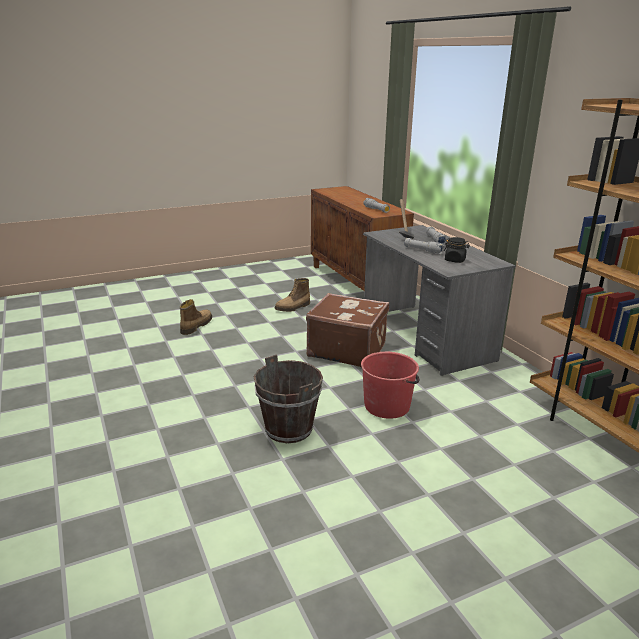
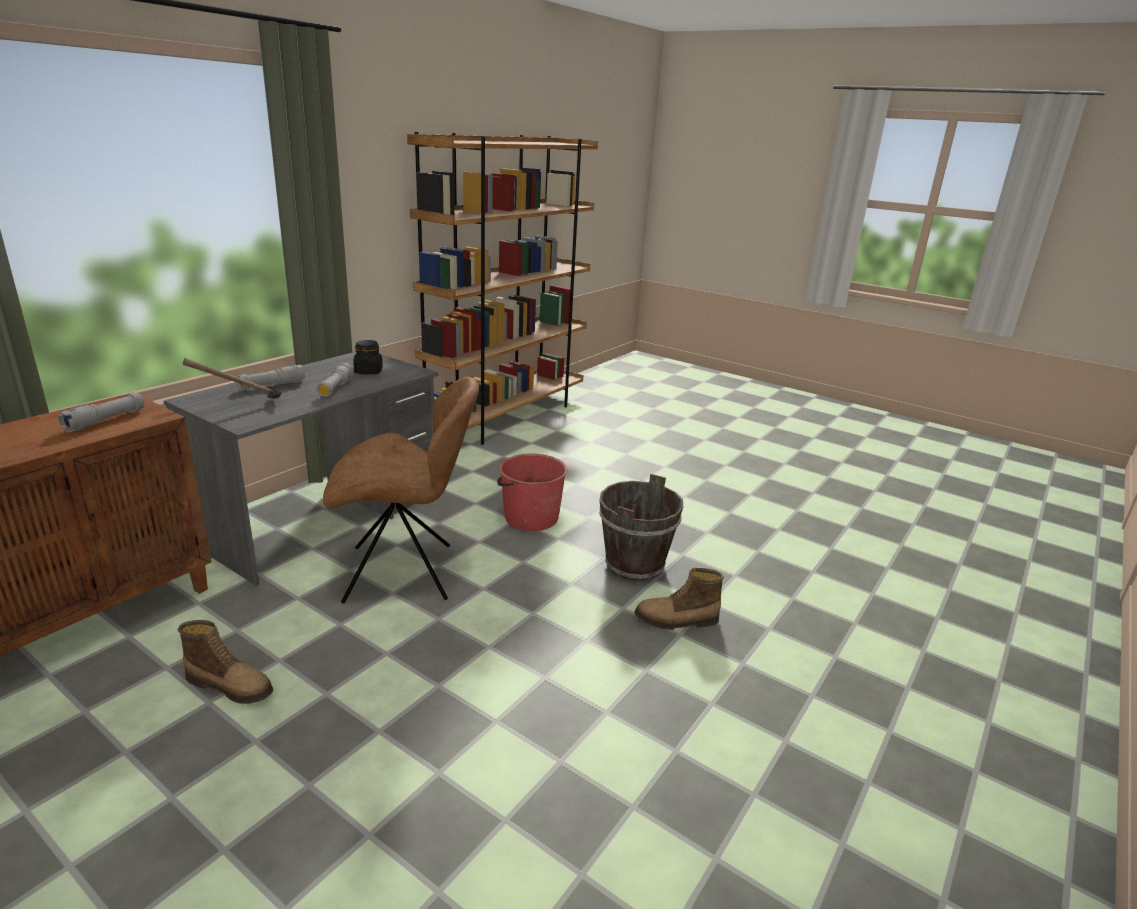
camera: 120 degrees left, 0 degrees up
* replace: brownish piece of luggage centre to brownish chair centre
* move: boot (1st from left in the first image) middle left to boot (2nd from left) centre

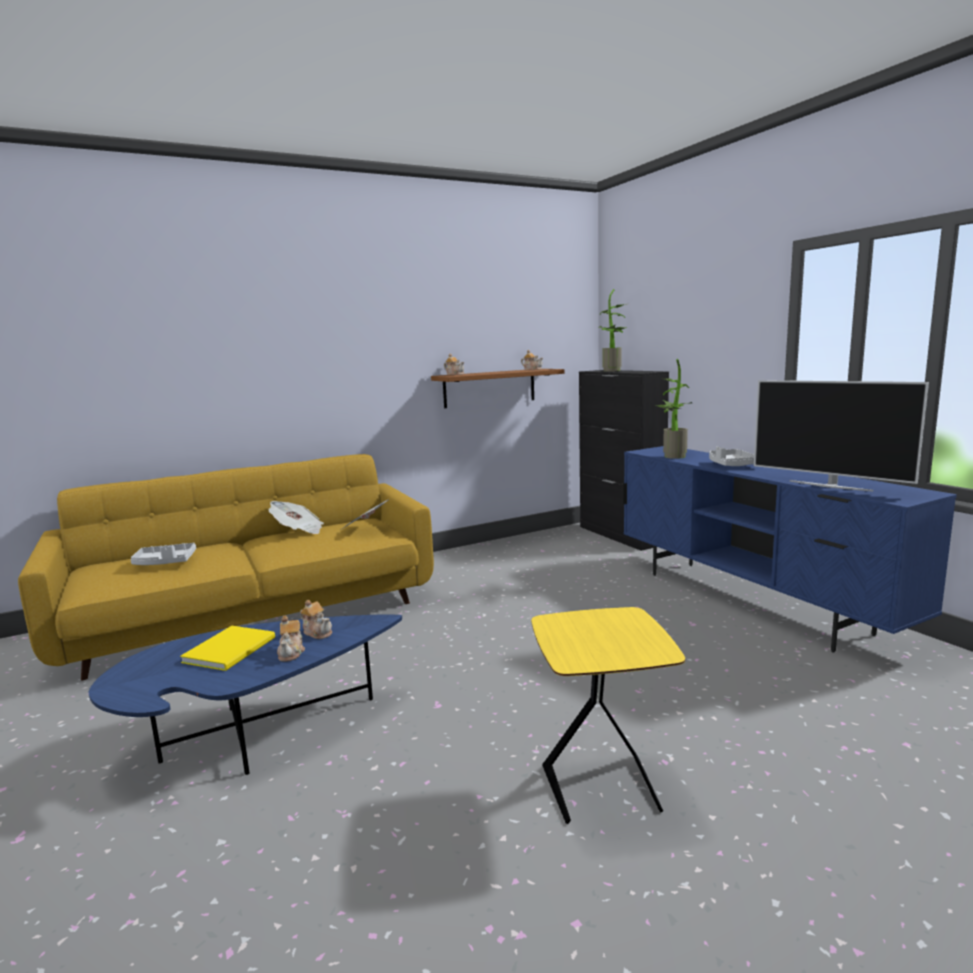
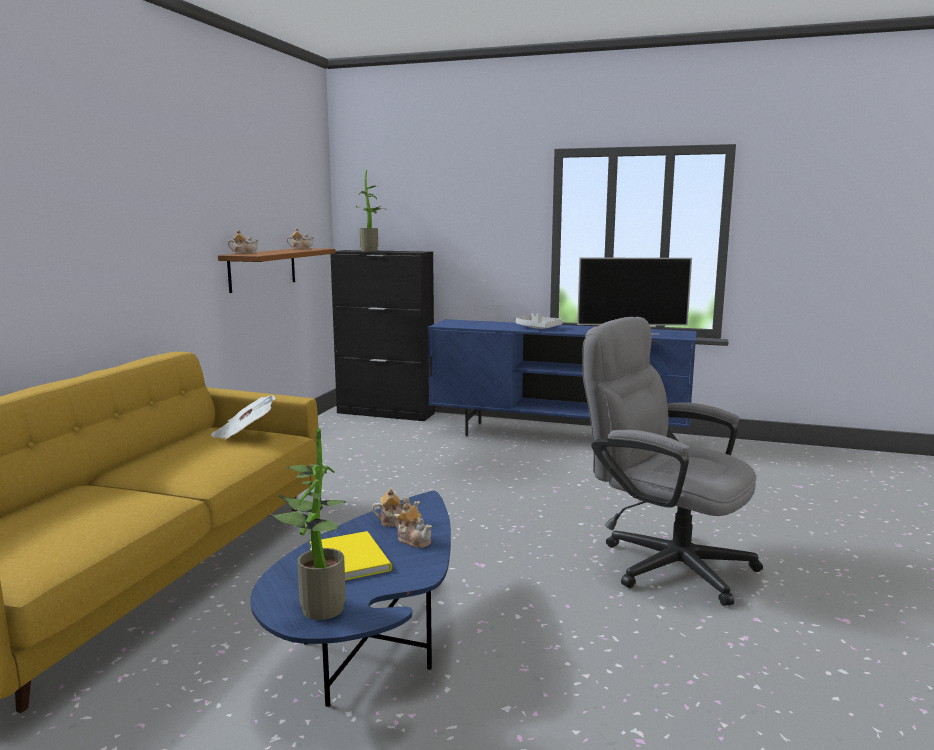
camera: 45 degrees left, 0 degrees up
* move: houseplant (2nd from left in the first image) middle right to houseplant (1st from left) bottom left
* replace: yellow-coloured end table bottom centre to greyish desk chair middle right
* delete: greyish carrying tray (1st from left) middle left
* delete: daily paper (1st from left) middle left

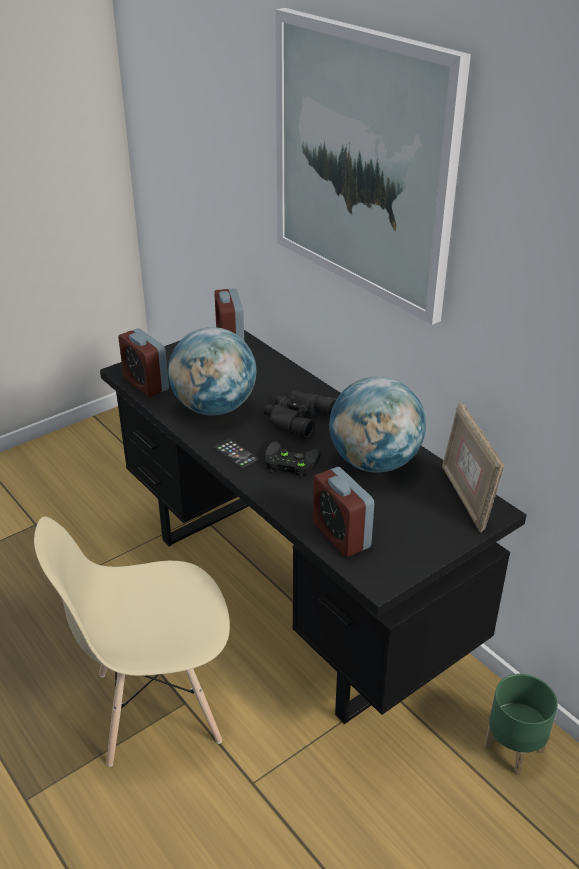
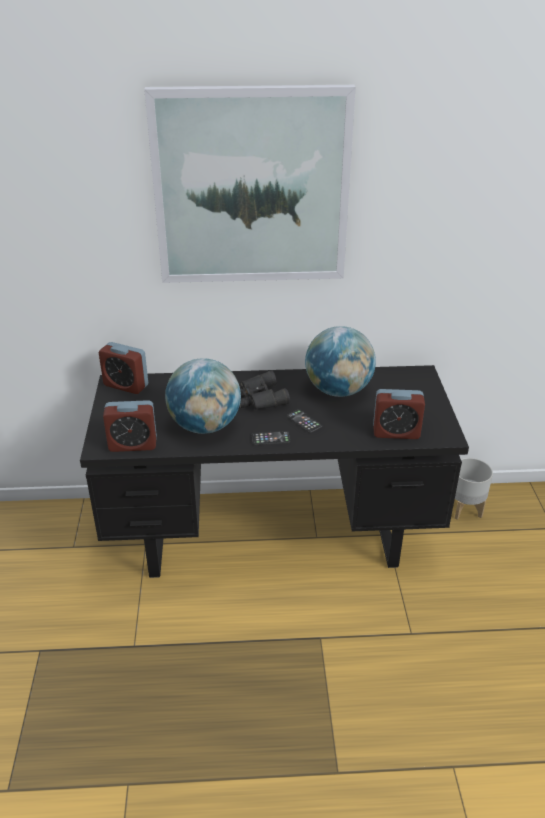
camera: 55 degrees left, 0 degrees up
* replace: blackish gamepad centre to handset (2nd from left) centre
* recolor: green-coloured flower pot bottom right to greyish flower pot middle right
* delete: beige-coloured chair bottom left
* delete: photo frame middle right

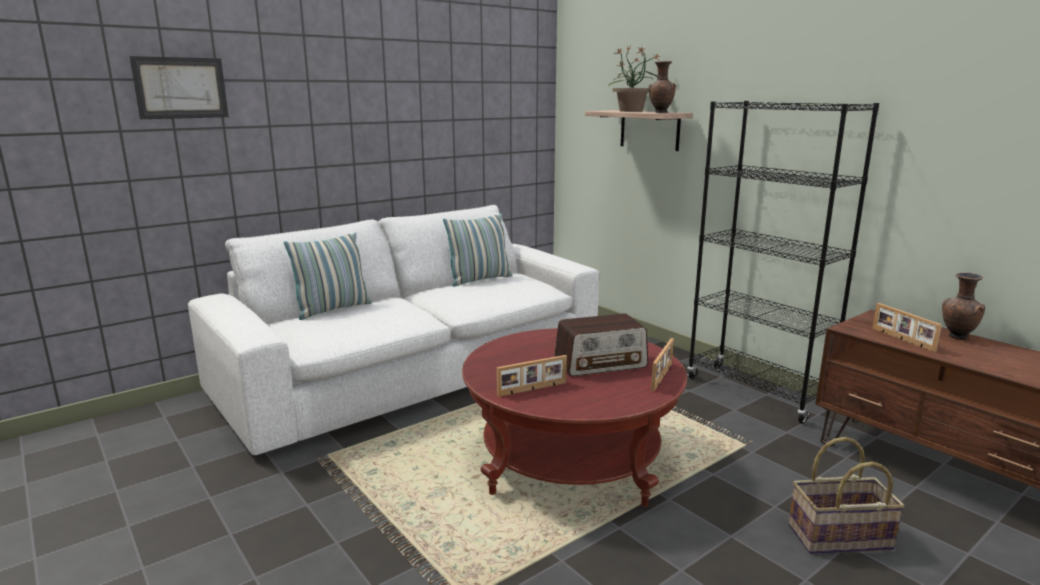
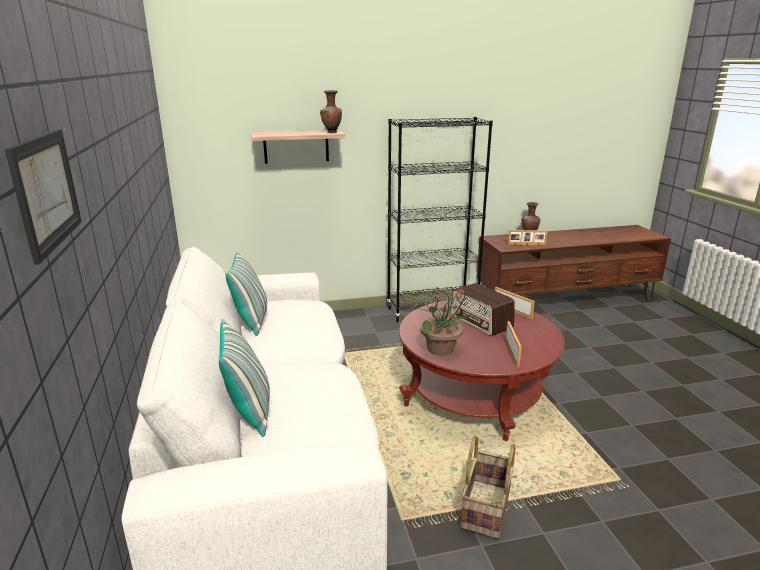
camera: 65 degrees left, 5 degrees up
* move: houseplant top centre to centre
* rotate: radio set centre = centre 135 degrees clockwise
* move: storage basket bottom right to bottom centre

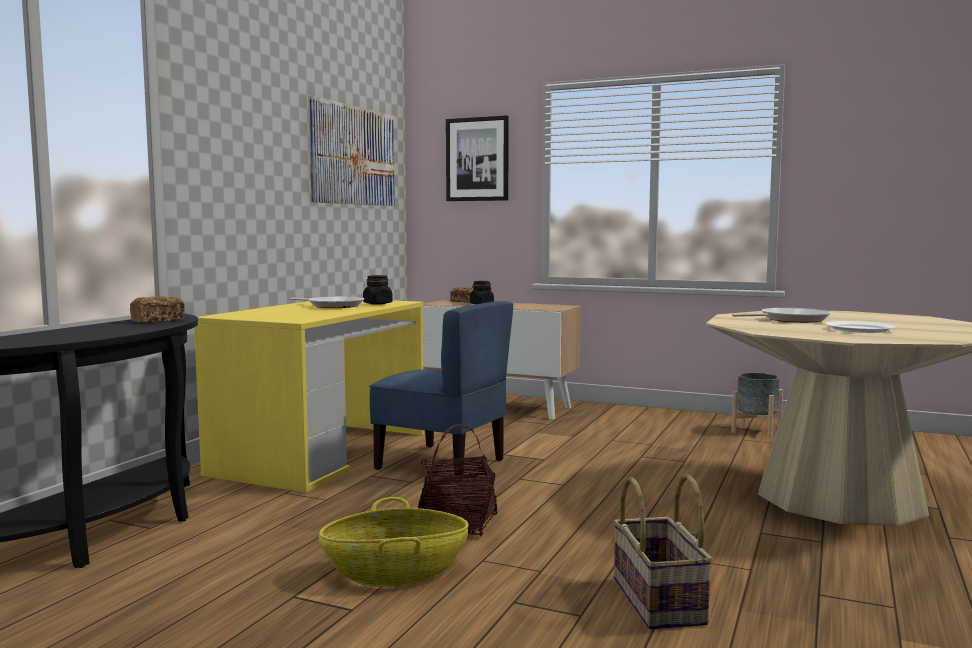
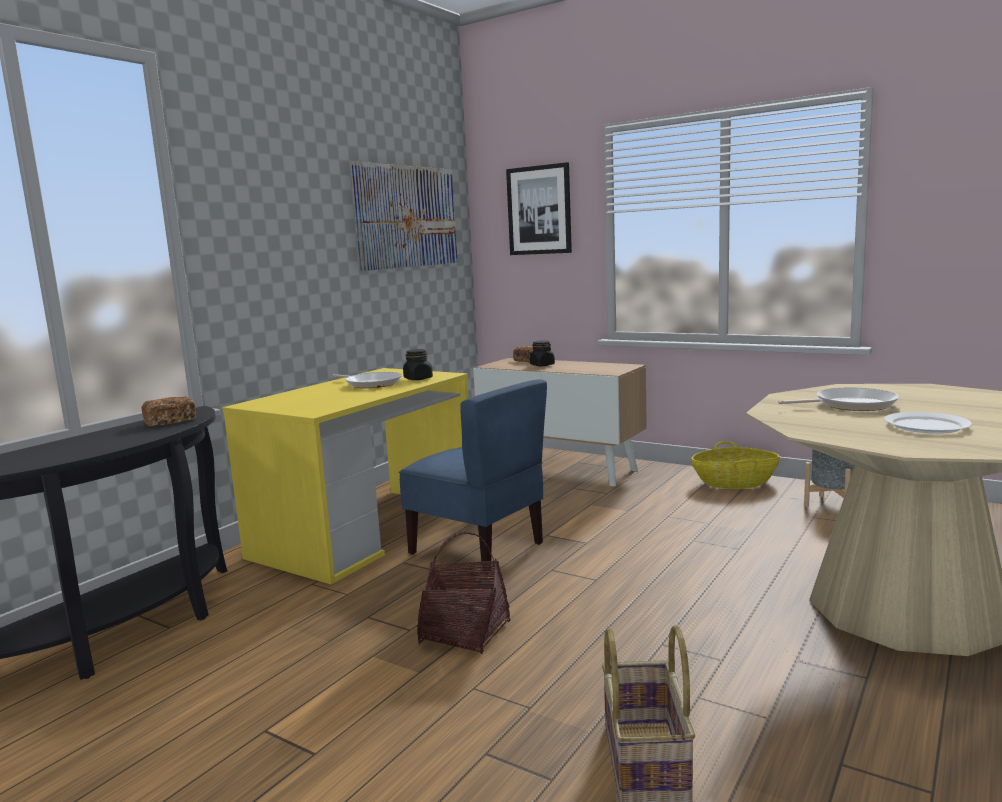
camera: 10 degrees right, 5 degrees up
* move: storage basket (1st from left in the first image) bottom centre to storage basket (3rd from left) middle right

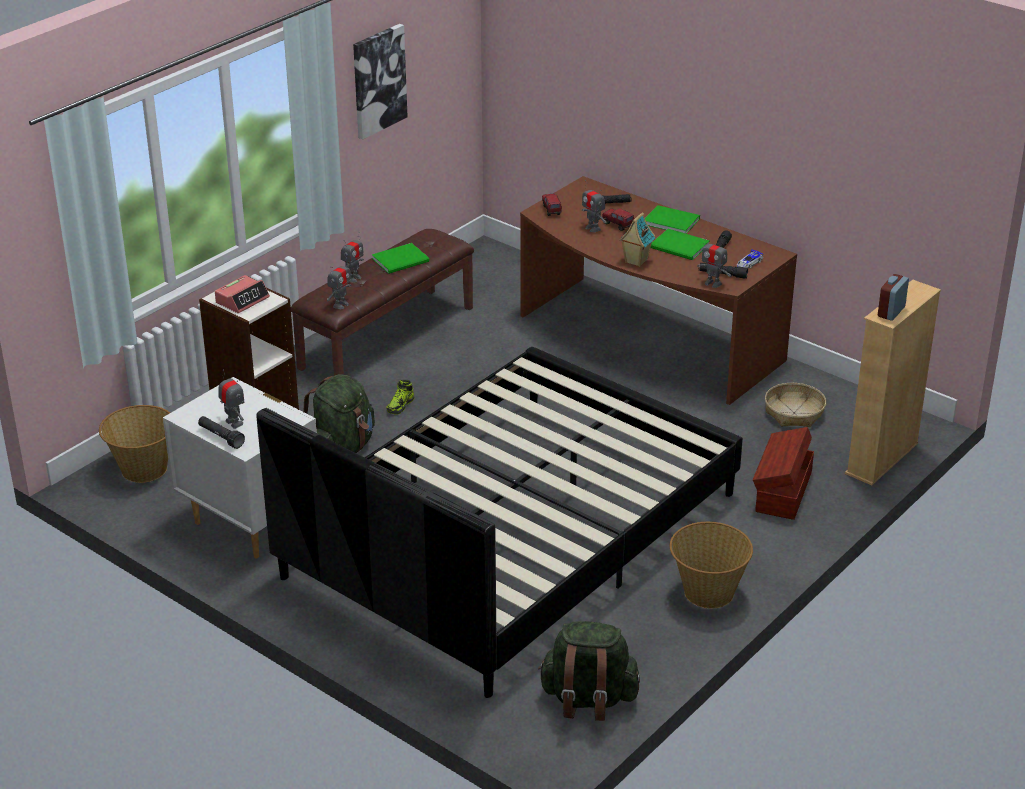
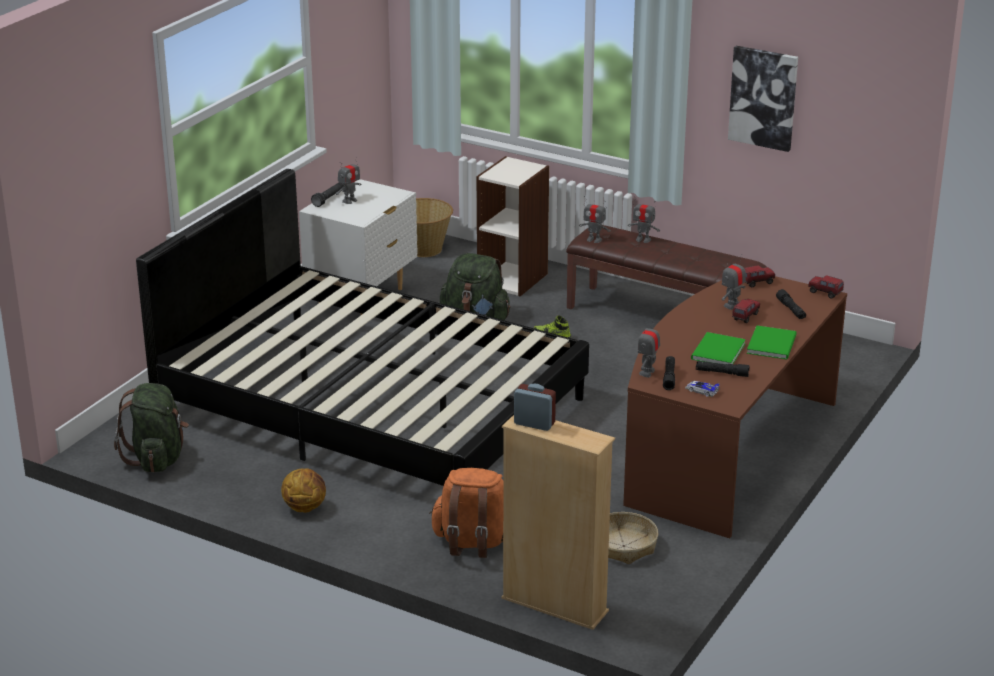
camera: 80 degrees right, 5 degrees down
* replace: storage basket (2nd from left) bottom right to ball for basketball bottom left
* replace: brownish storage container middle right to orange rucksack bottom centre
* insert: toy truck (3rd from left) middle right
* delete: table clock (1st from left) middle left
* delete: green-coloured volume (1st from left) top centre
* delete: toy house top centre

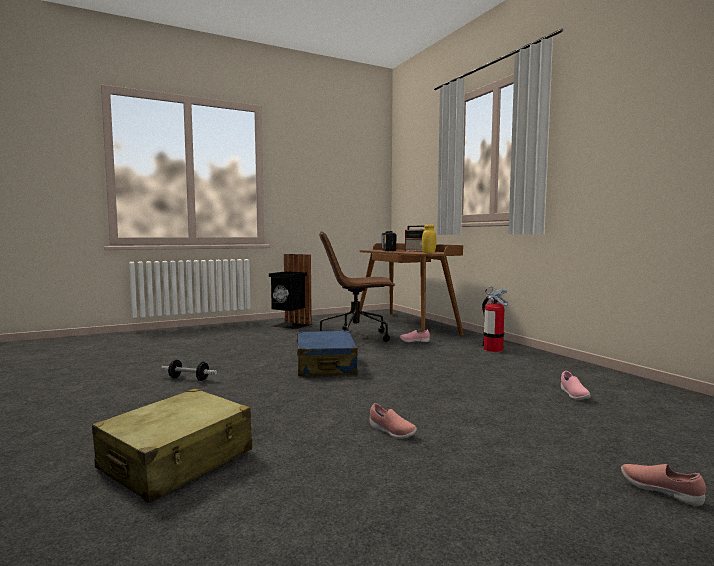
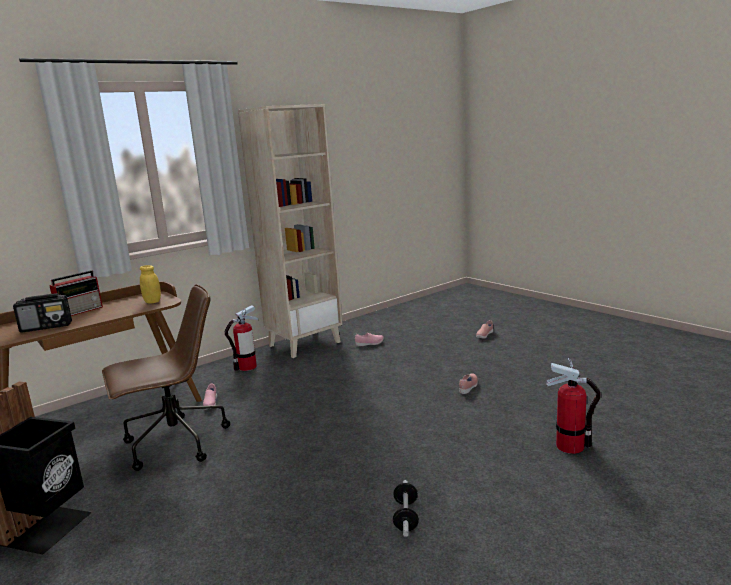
camera: 100 degrees left, 10 degrees up
* rotate: brownish desk chair centre = middle left 105 degrees counterclockwise
* insert: beige-coloured bookcase centre
* replace: beige-coloured piece of luggage bottom left to extinguisher (2nd from left) bottom right
* delete: bluish piece of luggage centre

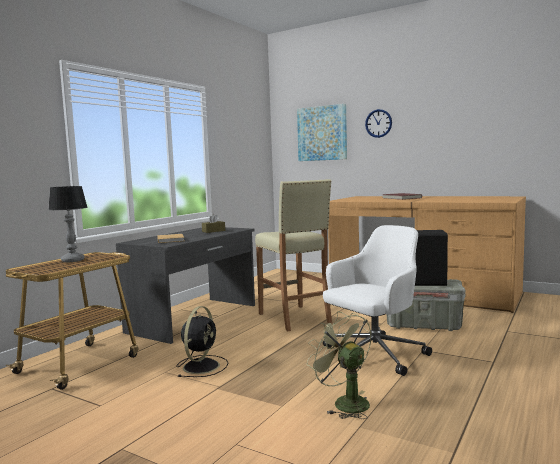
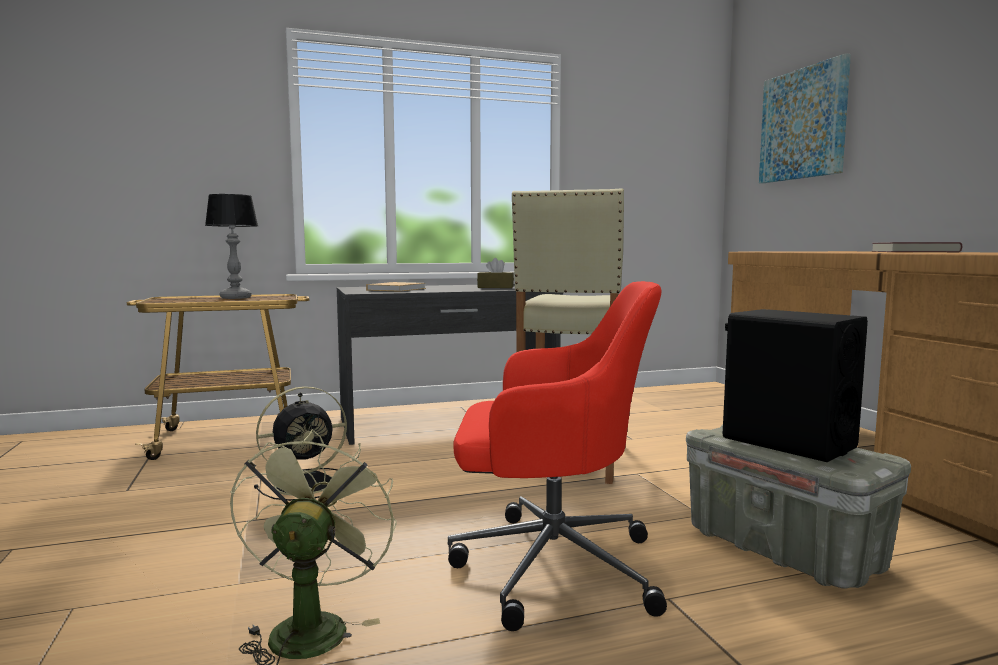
camera: 40 degrees right, 0 degrees up
* recolor: white-coloured desk chair middle right to red-coloured desk chair bottom centre
* delete: hanging clock top right

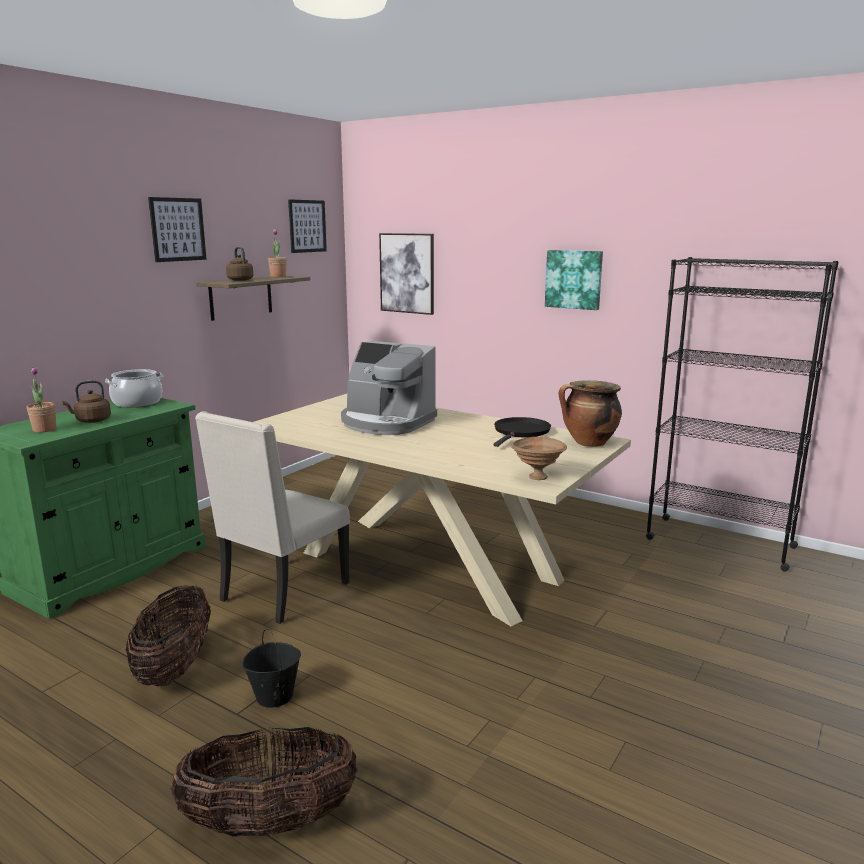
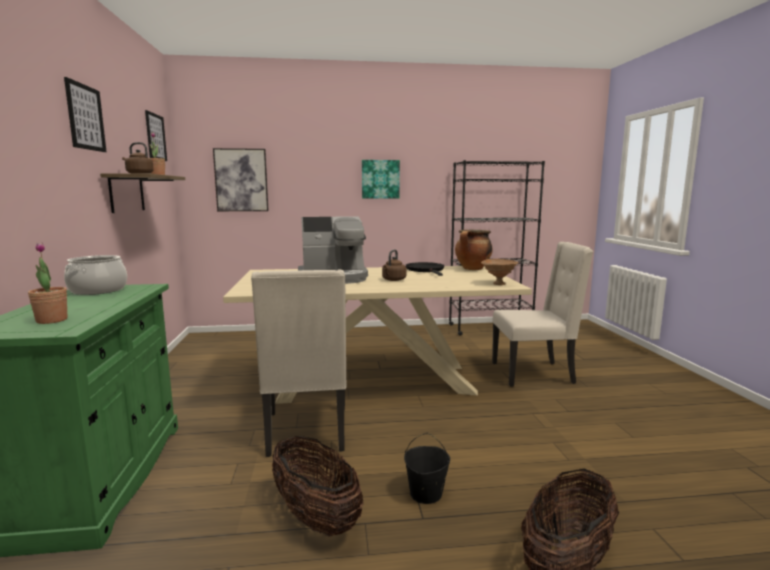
camera: 40 degrees left, 5 degrees down
* move: brownish kettle (1st from left in the first image) middle left to brownish kettle (2nd from left) centre
* insert: beige-coloured chair (2nd from left) middle right

